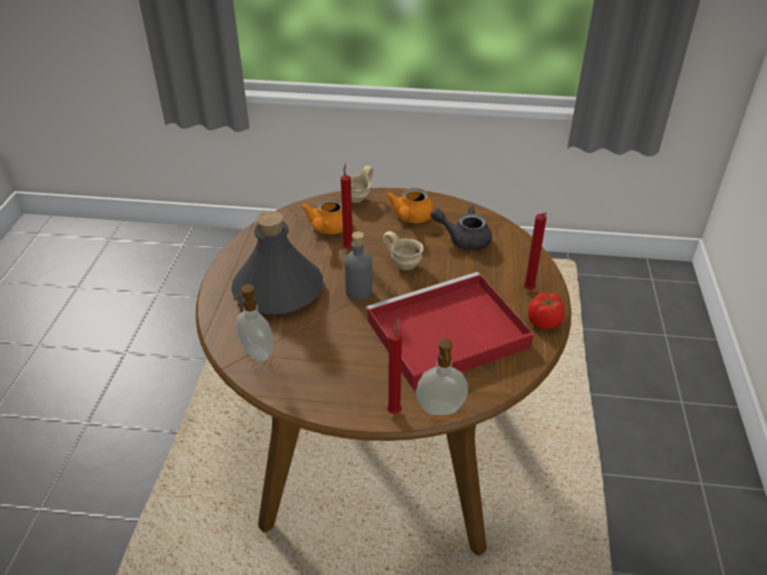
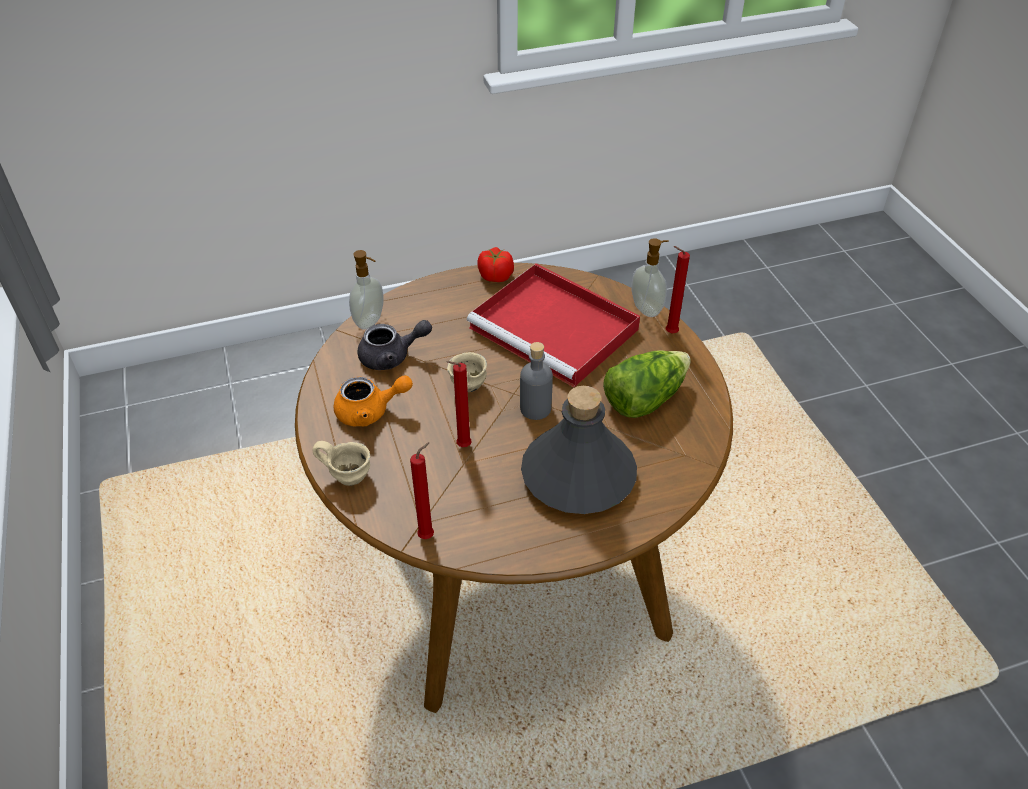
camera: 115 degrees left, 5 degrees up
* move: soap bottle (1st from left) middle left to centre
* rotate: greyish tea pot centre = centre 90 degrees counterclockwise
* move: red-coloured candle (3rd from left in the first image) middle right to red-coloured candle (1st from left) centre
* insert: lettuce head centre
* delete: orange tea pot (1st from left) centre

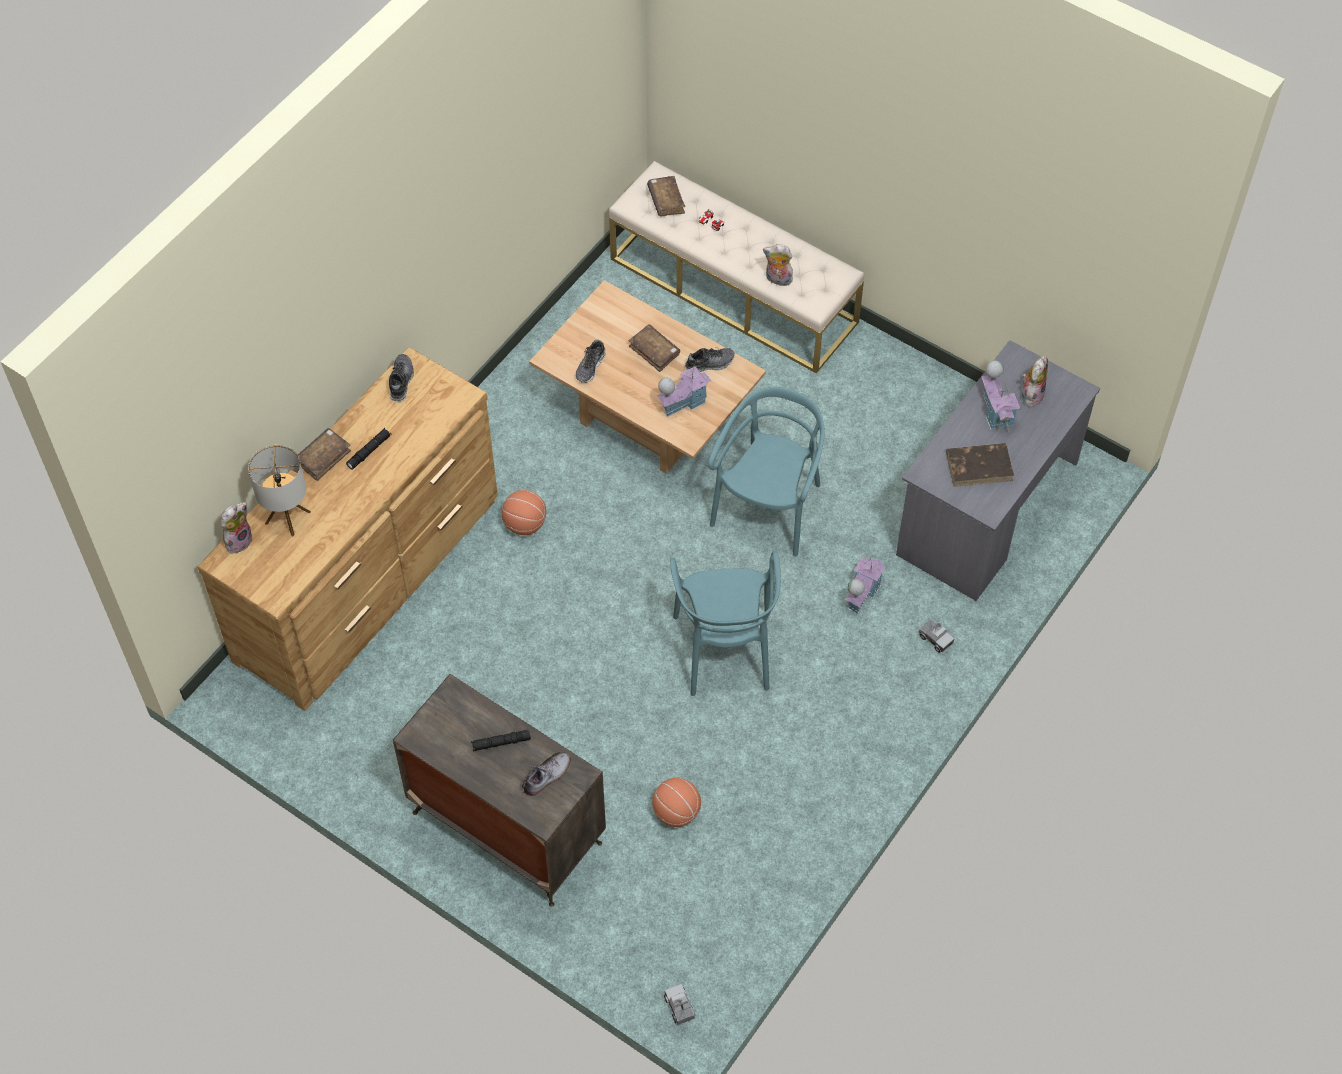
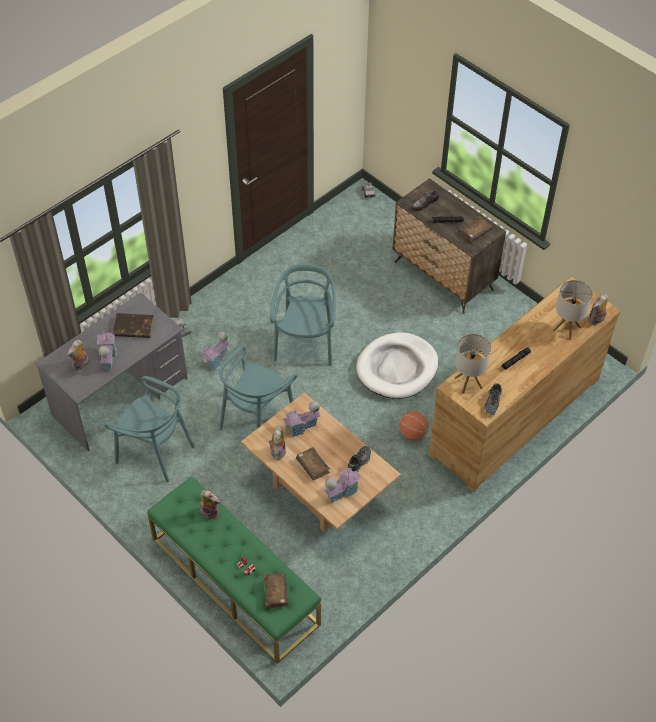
camera: 170 degrees left, 5 degrees down
* insert: turquoise chair (1st from left) middle left
* recolor: beige-coloured long seat top centre to green-coloured long seat bottom centre
* replace: low shoe (4th from left) centre to cuddly toy (3rd from left) centre
* insert: toy house (4th from left) bottom centre
* insert: white-coloured pet bed centre
* insert: table lamp (1st from left) middle right
* move: brownish volume (1st from left in the first image) middle left to brownish volume (4th from left) top right
* delete: ball for basketball (2nd from left) bottom centre

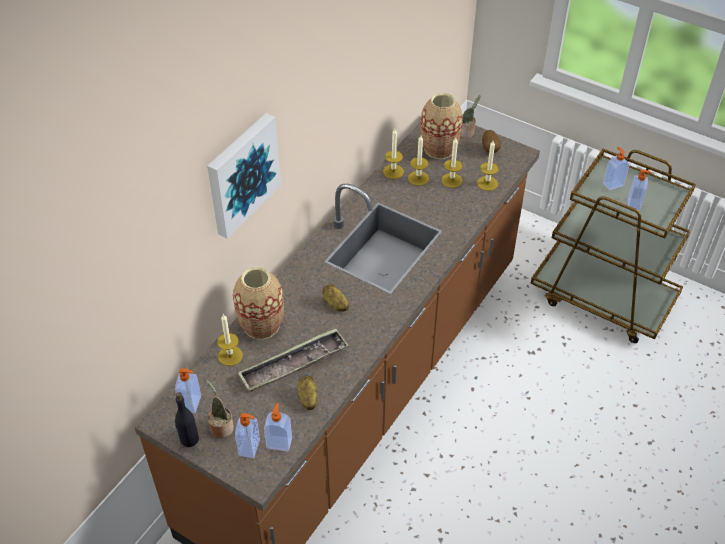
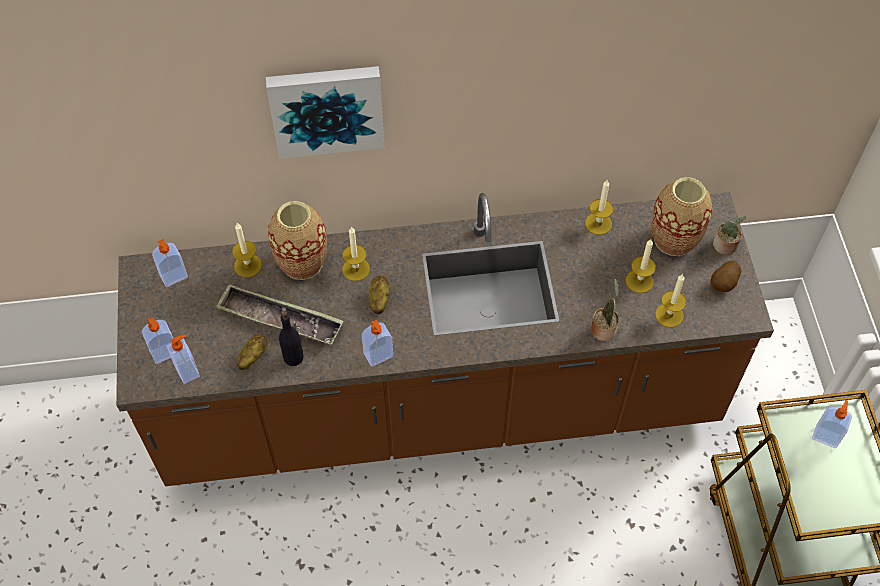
camera: 50 degrees right, 10 degrees up
* move: blackish beverage bottle bottom left to middle left
* move: candle (3rd from left in the first image) top centre to candle (2nd from left) centre
* move: soap bottle (5th from left in the first image) middle right to soap bottle (4th from left) centre
* move: houseplant (1st from left) bottom left to middle right

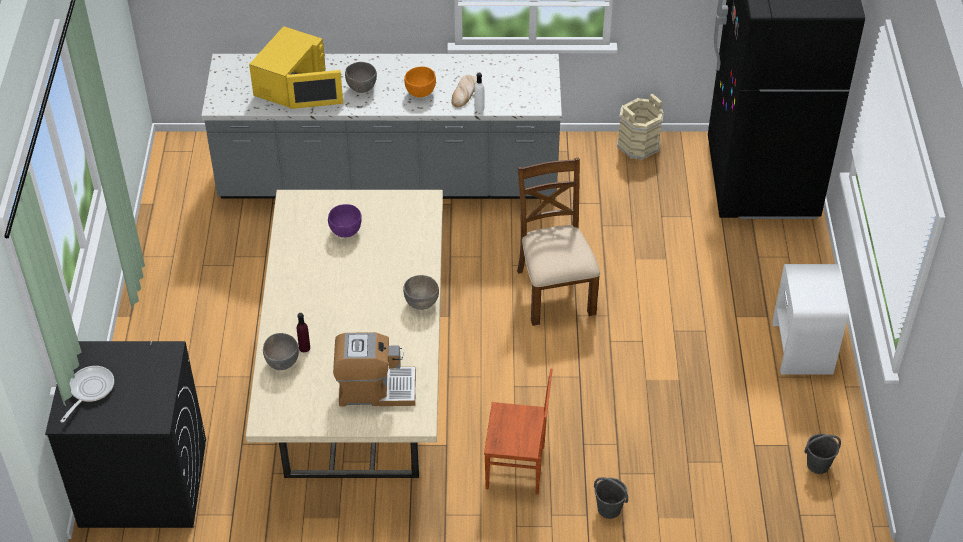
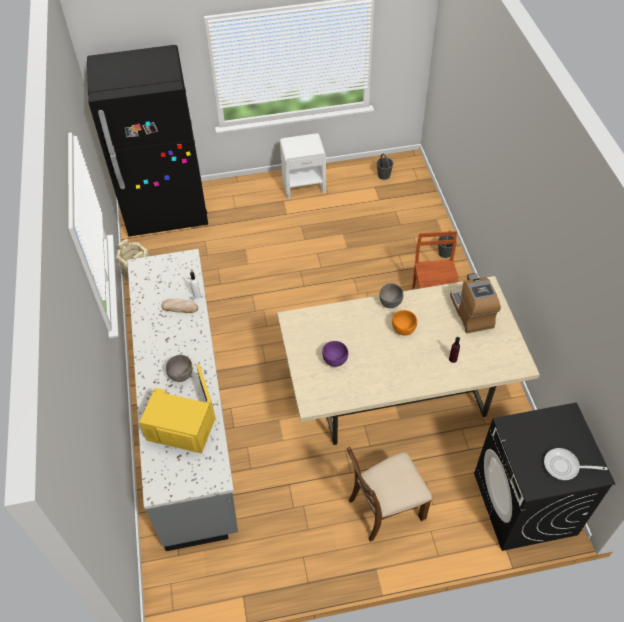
camera: 100 degrees left, 5 degrees up
* move: brownish chair (2nd from left in the first image) centre to brownish chair (1st from left) bottom centre
* move: orange deep dish top centre to centre
* delete: greyish deep dish (1st from left) middle left

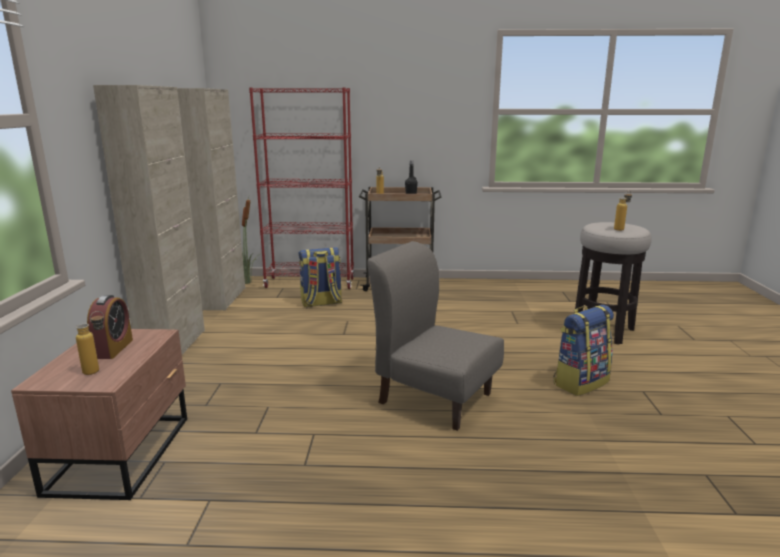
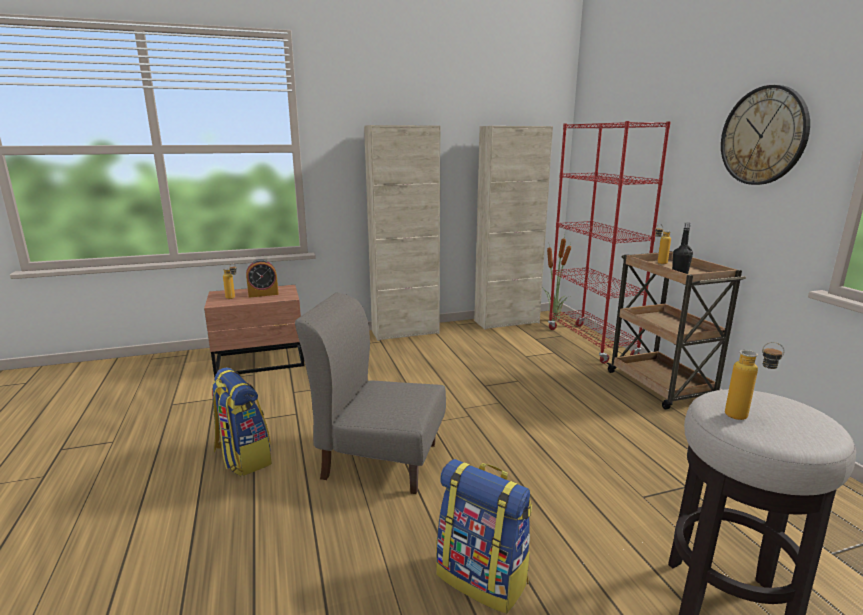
camera: 70 degrees right, 0 degrees up
* move: rucksack (1st from left) centre to bottom left
* rotate: greyish chair centre = centre 90 degrees counterclockwise
* insert: hanging clock top right

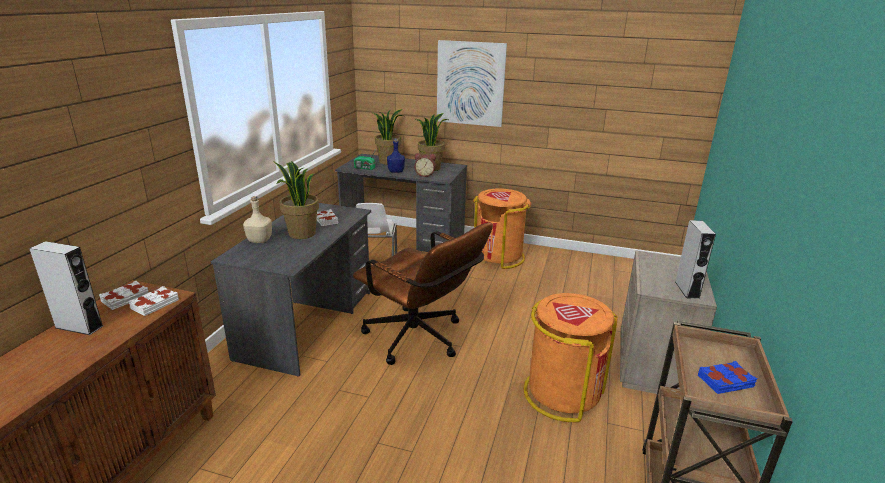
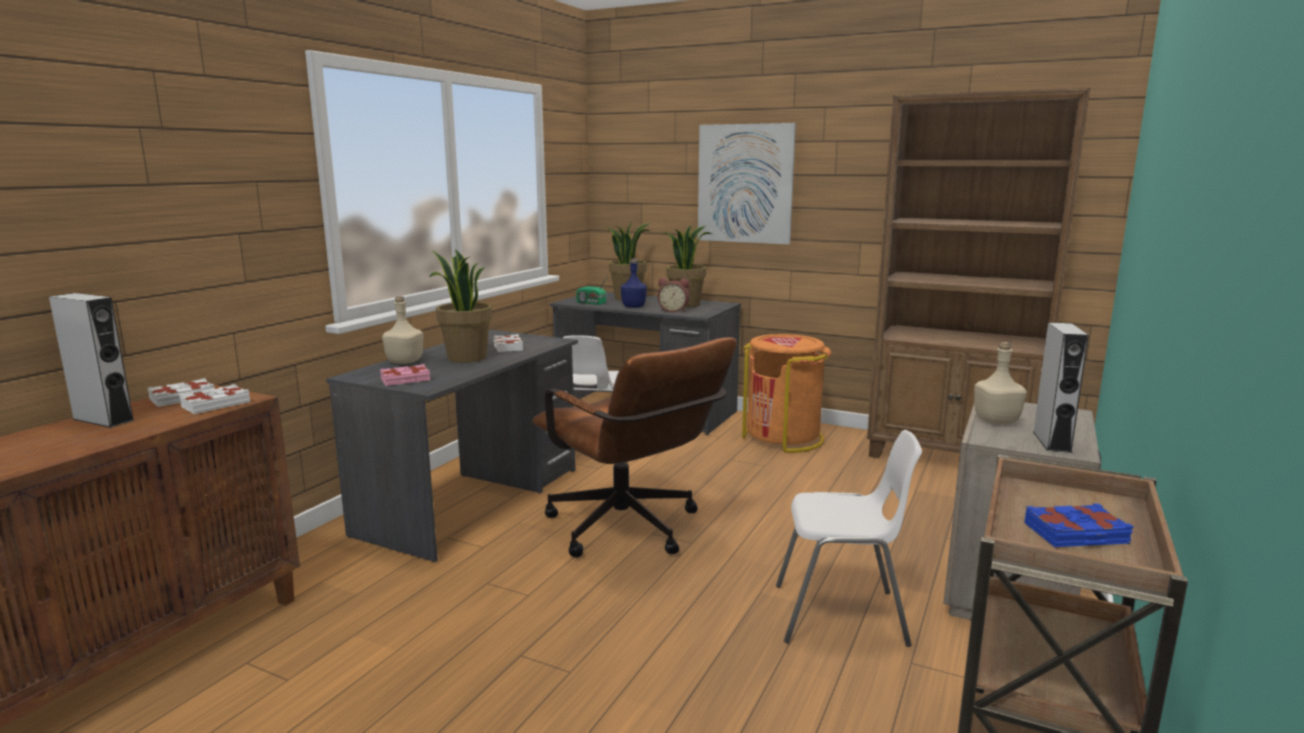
camera: 10 degrees right, 10 degrees down
* insert: pink volume middle left
* replace: orange waste bin (2nd from left) bottom centre to white-coloured chair (2nd from left) bottom centre
* insert: brownish bookcase middle right
* insert: beige-coloured beverage bottle (2nd from left) middle right

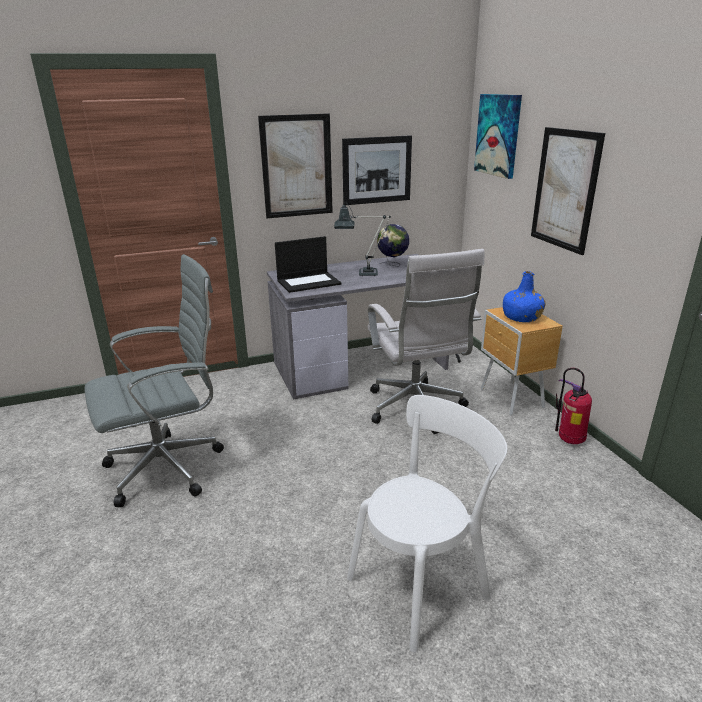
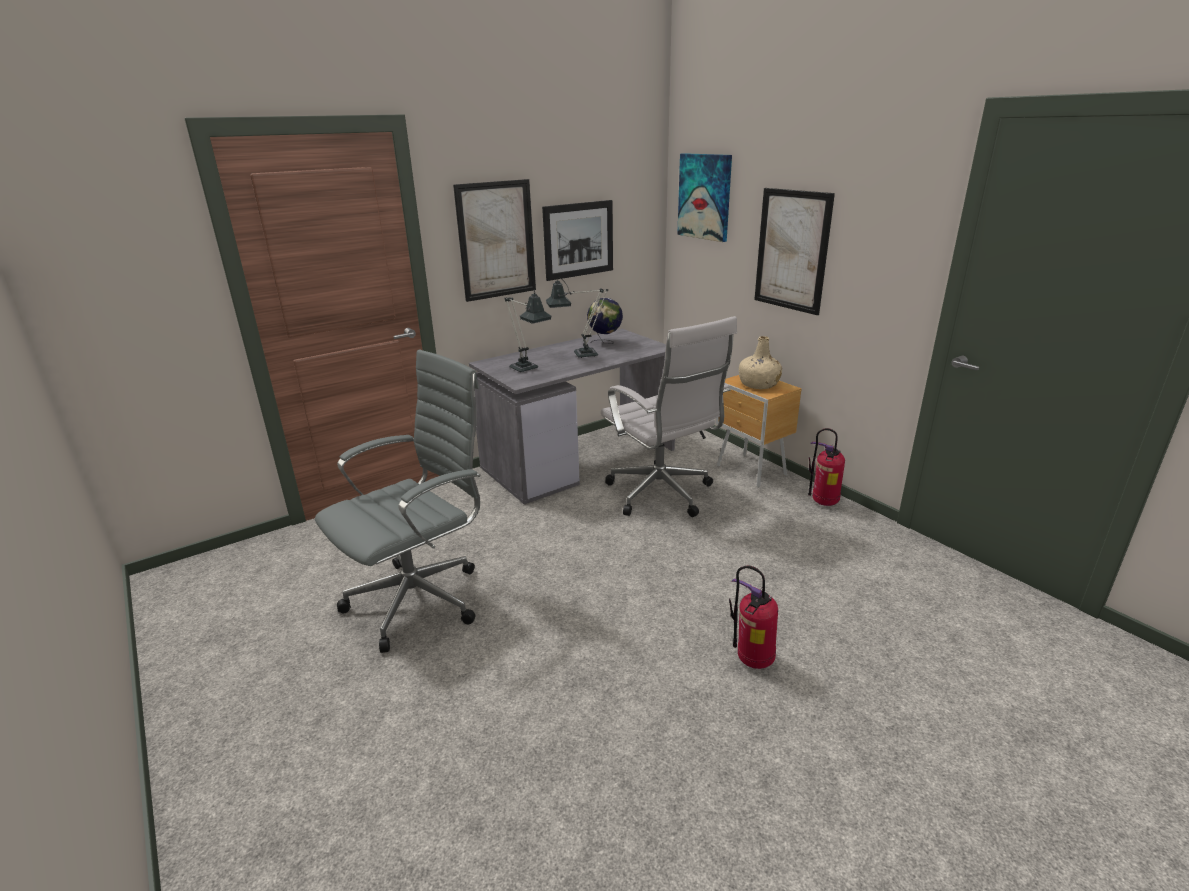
camera: 15 degrees left, 0 degrees up
* replace: portable computer centre to table lamp (1st from left) centre
* replace: white-coloured chair bottom centre to extinguisher (1st from left) bottom centre
* recolor: bluish beverage bottle middle right to beige-coloured beverage bottle centre

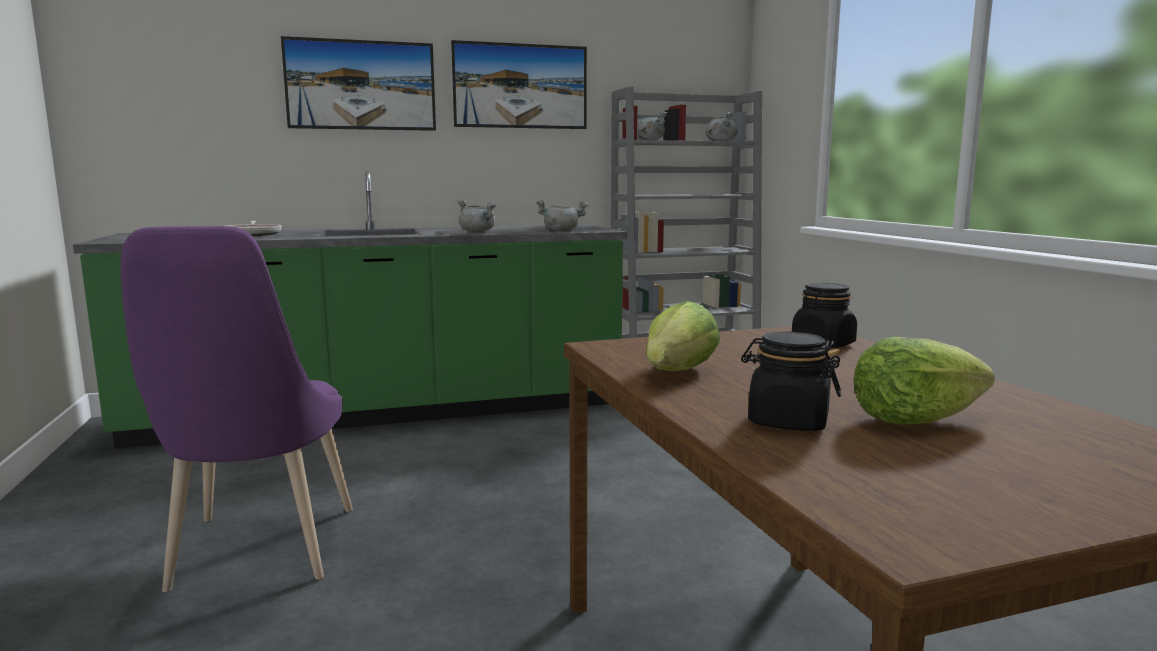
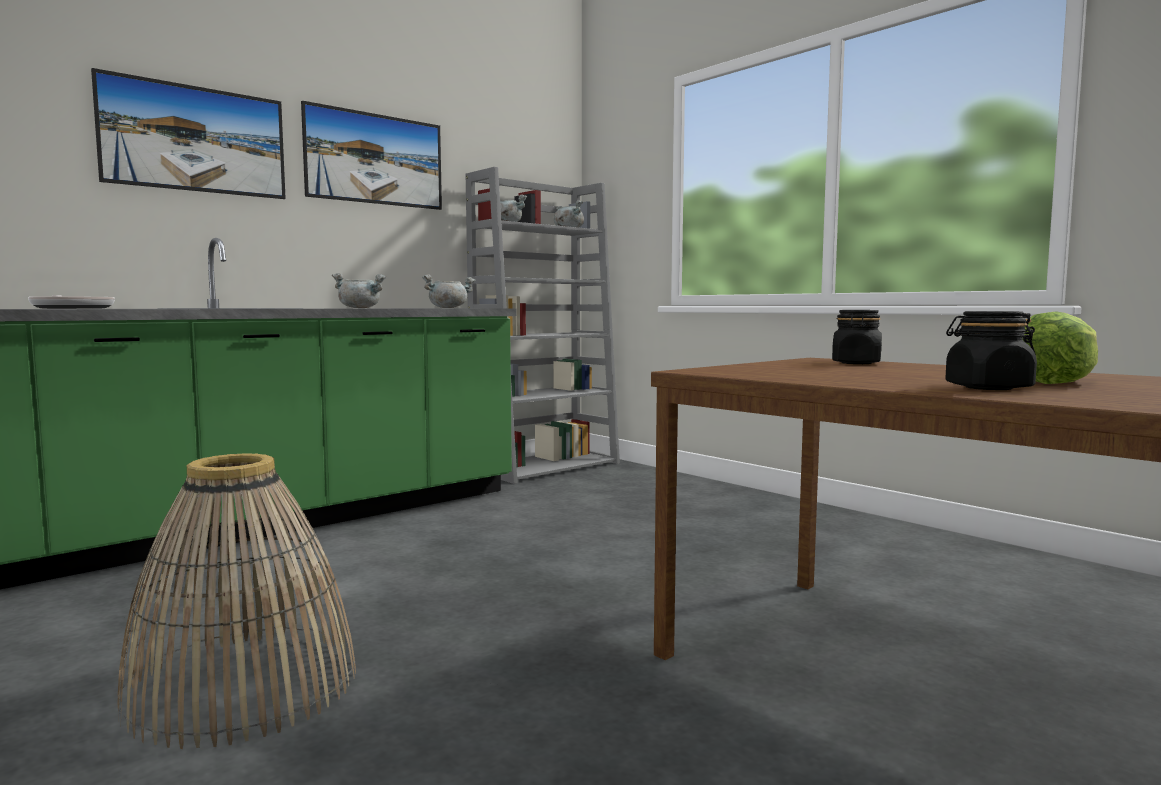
camera: 25 degrees left, 5 degrees down
* replace: purplish chair middle left to storage basket bottom left
* delete: lettuce head (1st from left) centre

